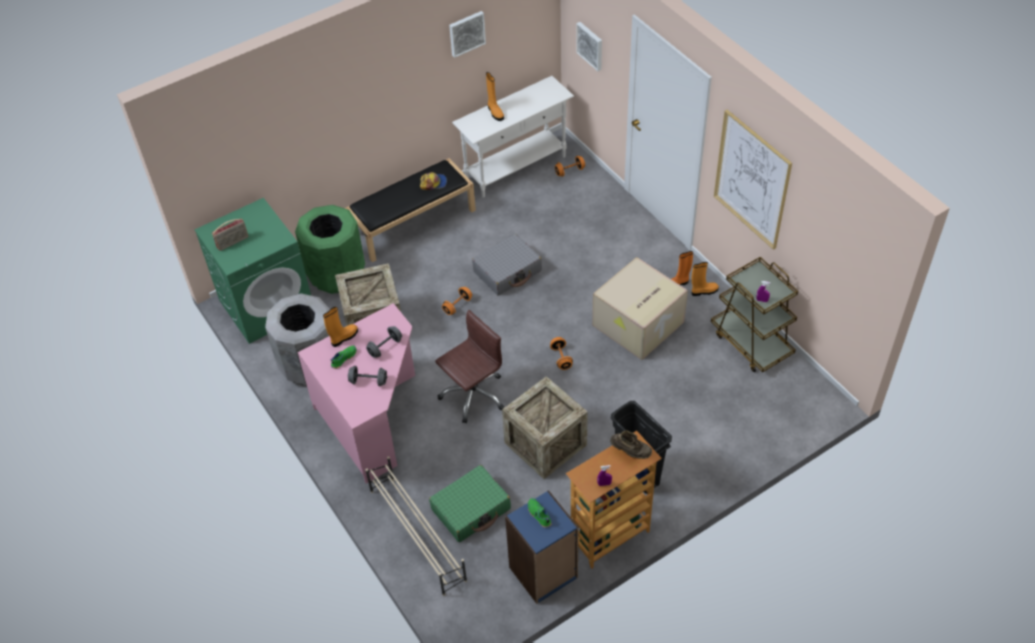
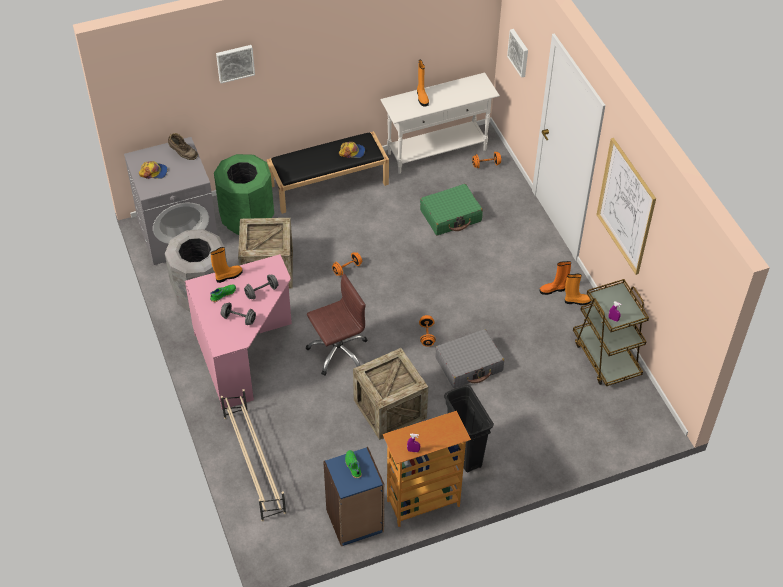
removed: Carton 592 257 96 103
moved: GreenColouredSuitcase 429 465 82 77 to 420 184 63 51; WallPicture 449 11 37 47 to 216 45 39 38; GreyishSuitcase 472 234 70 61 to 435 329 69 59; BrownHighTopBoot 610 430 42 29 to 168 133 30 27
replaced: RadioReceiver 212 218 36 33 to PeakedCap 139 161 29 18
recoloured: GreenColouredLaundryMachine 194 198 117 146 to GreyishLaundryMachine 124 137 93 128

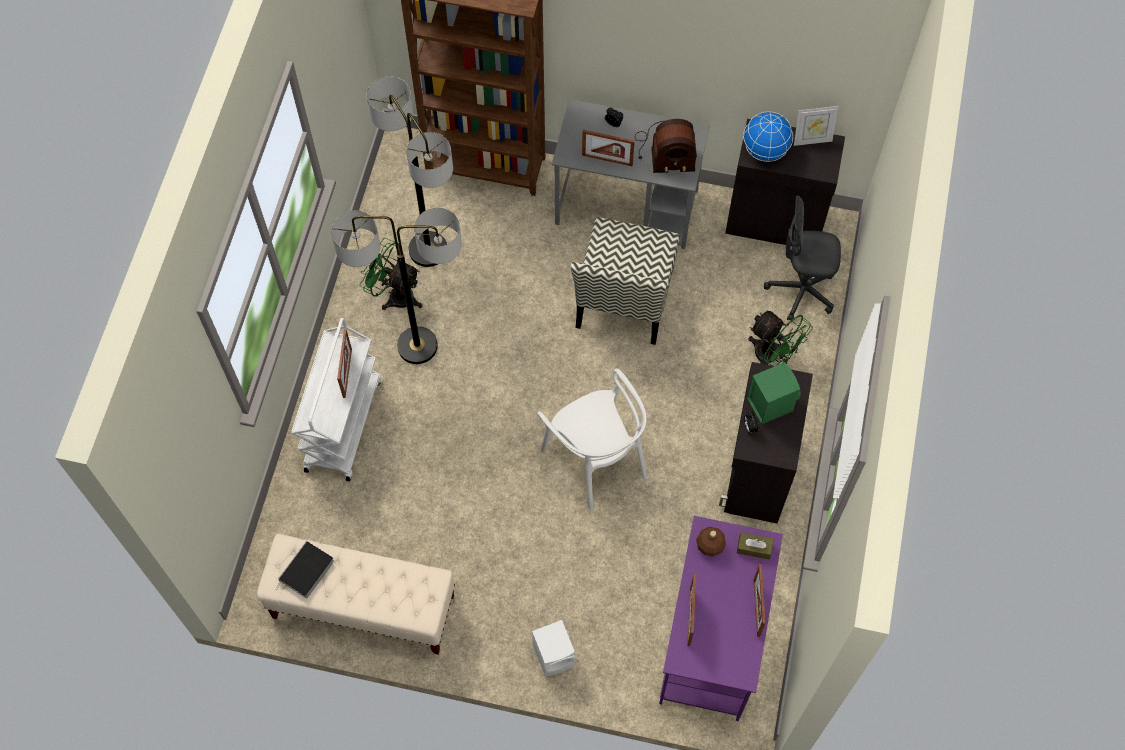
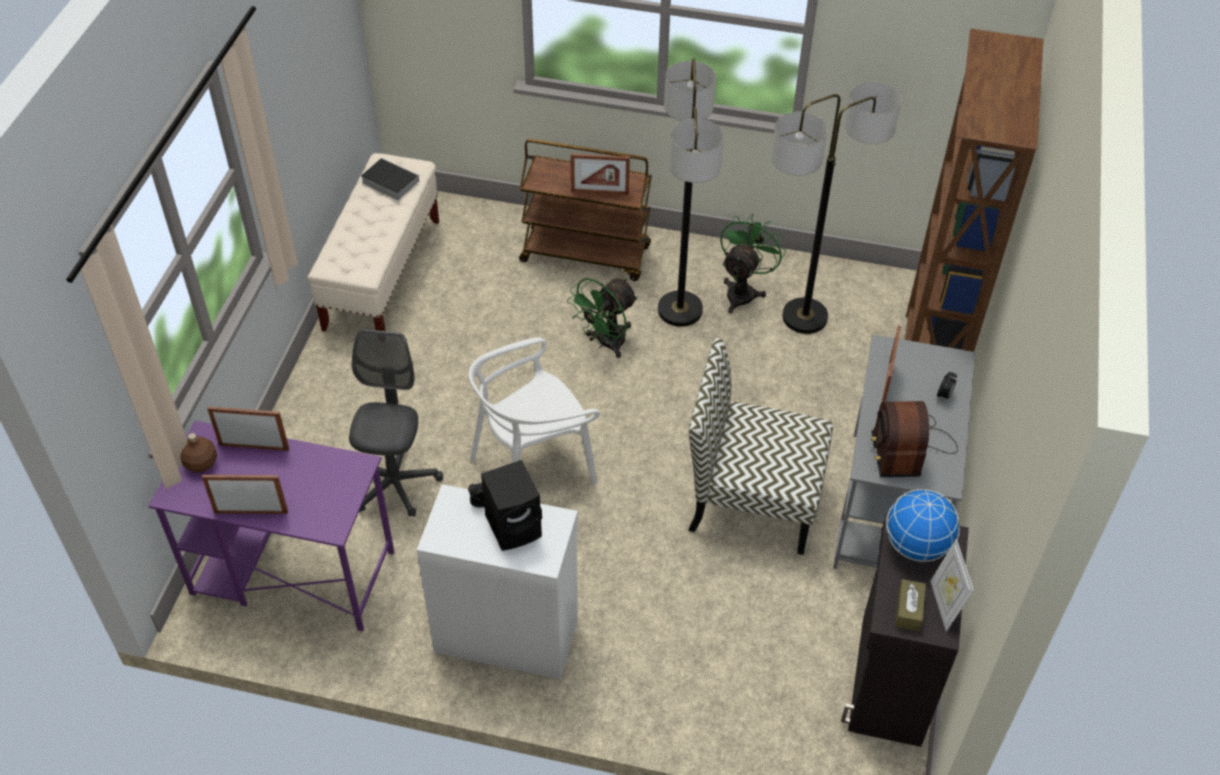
removed: WhitishAudioSpeaker 532 620 44 57
moved: BrownDrinkBottle 696 527 30 30 to 180 433 37 39; BrownBoxOfTissues 737 532 37 27 to 895 579 31 52; GreenColouredCoolingFan 748 310 65 56 to 567 278 71 80; GreyishOfficeChair 764 195 77 125 to 349 329 94 188
recoloured: WhitishTrolley 291 318 90 164 to BrownTrolley 519 139 133 142; BlackishStorageCabinet 719 362 94 161 to WhitishStorageCabinet 417 484 161 195; GreenColouredAudioSpeaker 747 362 54 62 to BlackishAudioSpeaker 481 460 61 91

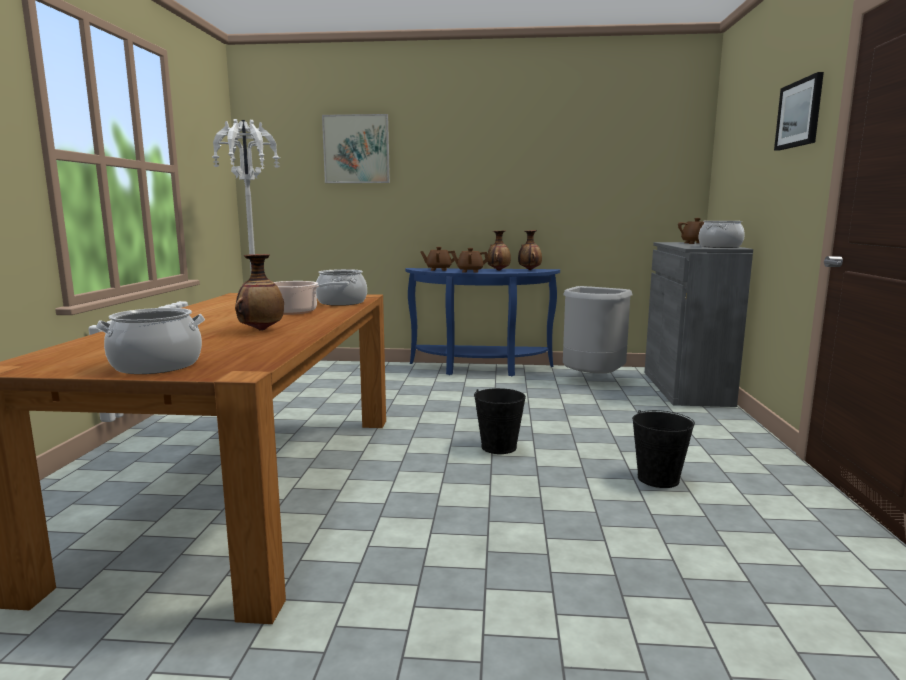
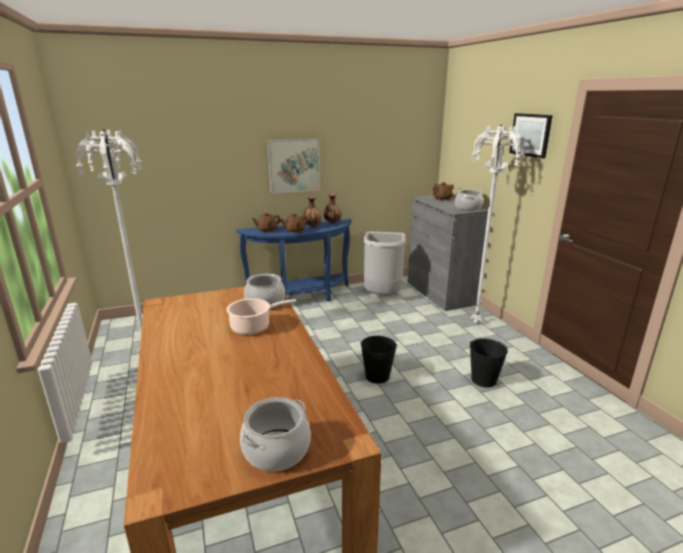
removed: FlowerVase 235 254 49 77
added: WhitishStandingLamp 470 125 55 199
moved: WallPicture 322 114 68 69 to 268 139 52 55

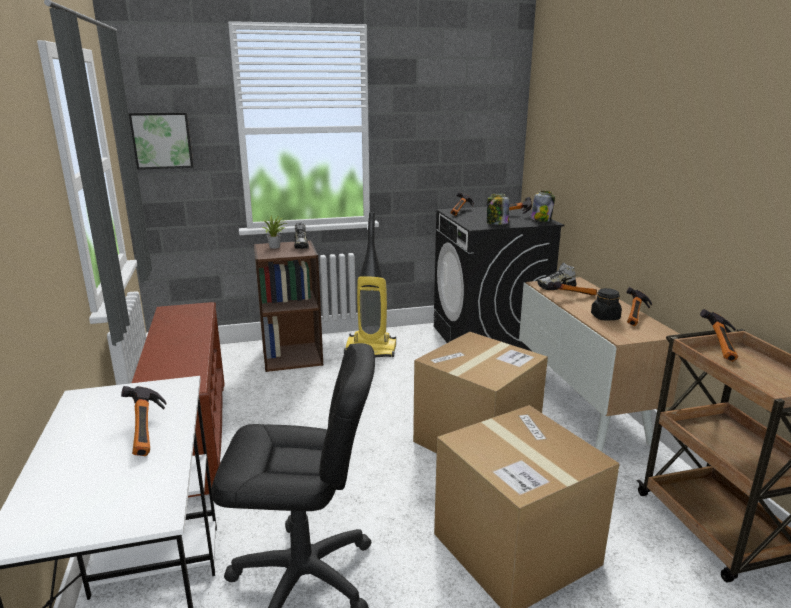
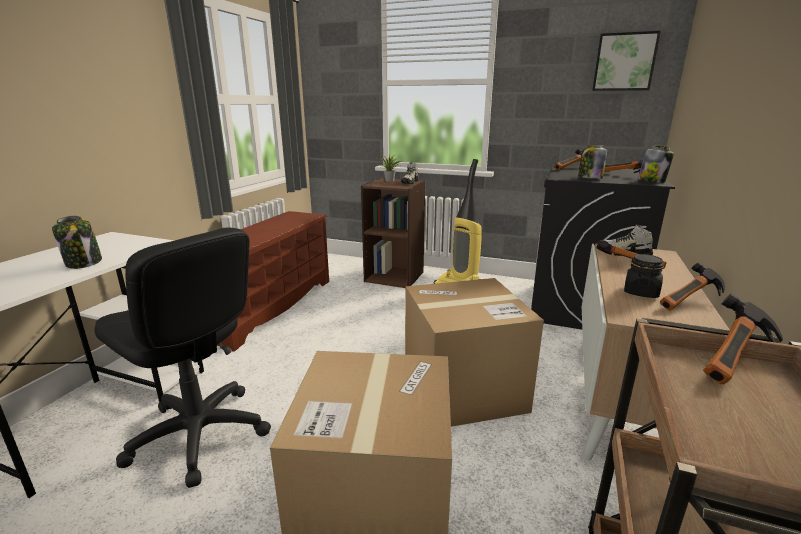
moved: WallPicture 129 112 65 58 to 592 31 69 60
replaced: Hammer 121 386 46 70 to PreserveJar 52 216 50 53

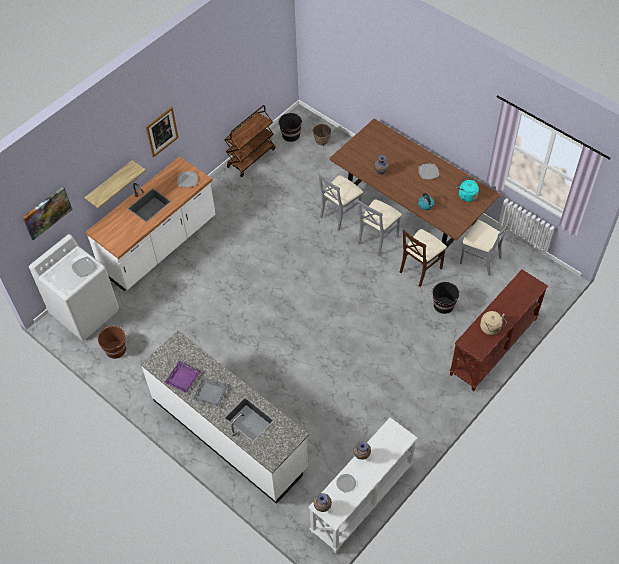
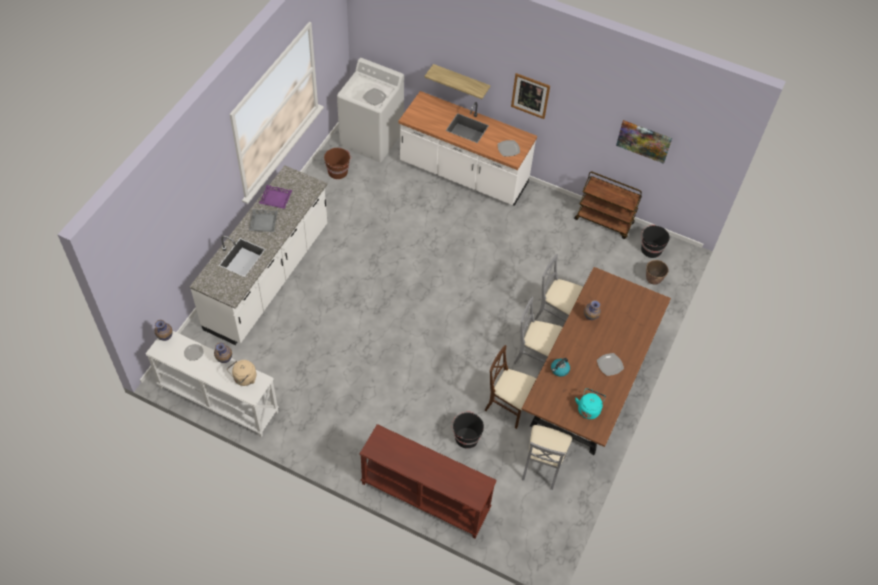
moved: WallPicture 22 186 50 54 to 616 120 56 44; BeigeKettle 480 311 27 24 to 227 360 30 26

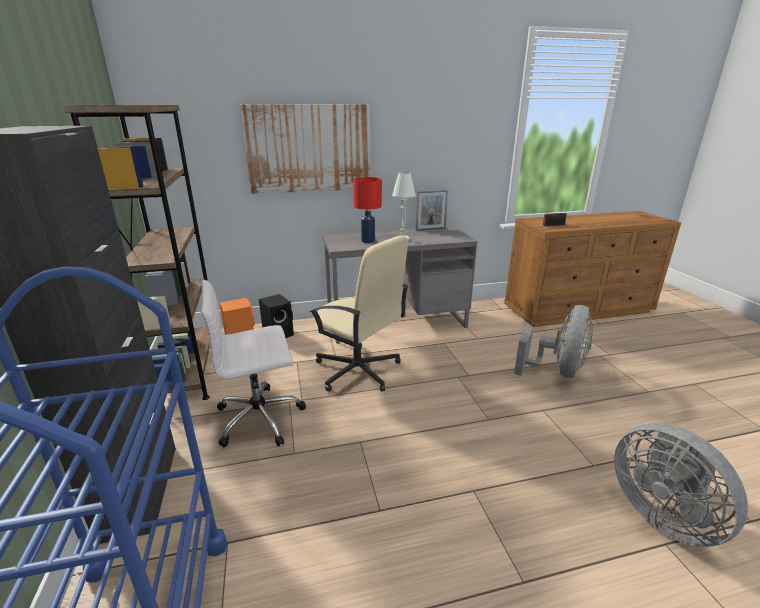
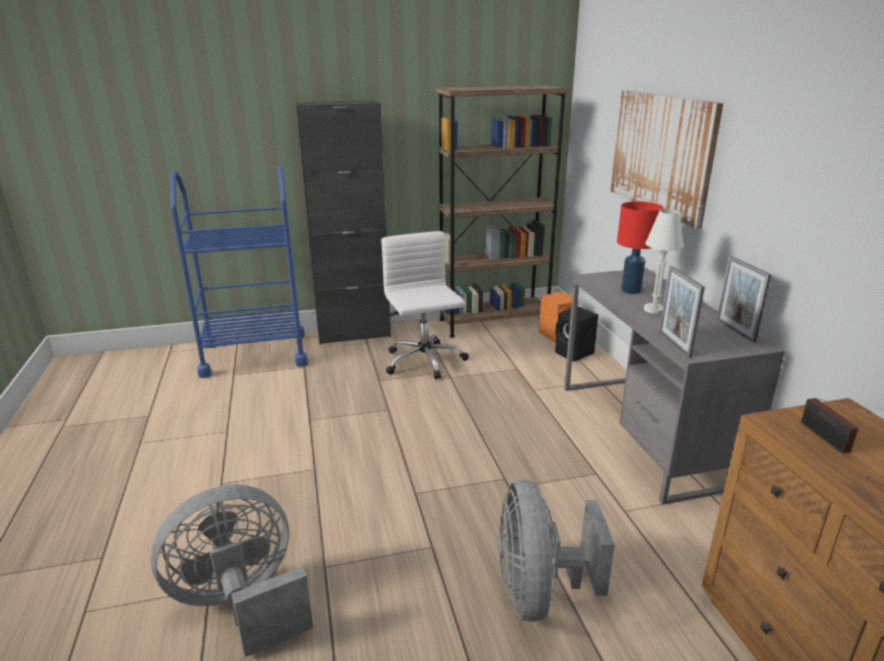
removed: BeigeOfficeChair 309 235 100 157
added: PhotoFrame 659 266 46 91
turned: GreyishCoolingFan 514 305 79 73 = 498 480 117 142 60 degrees clockwise

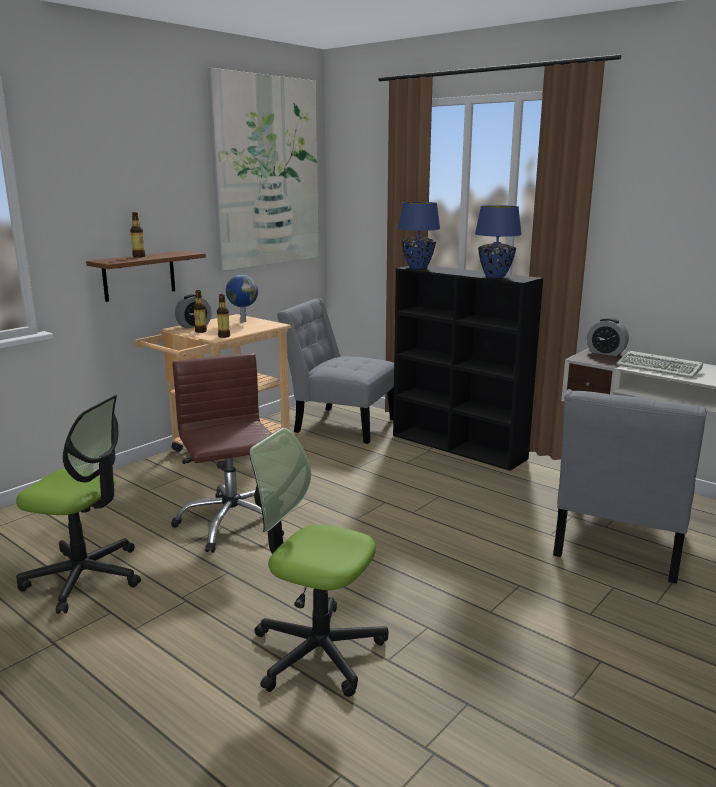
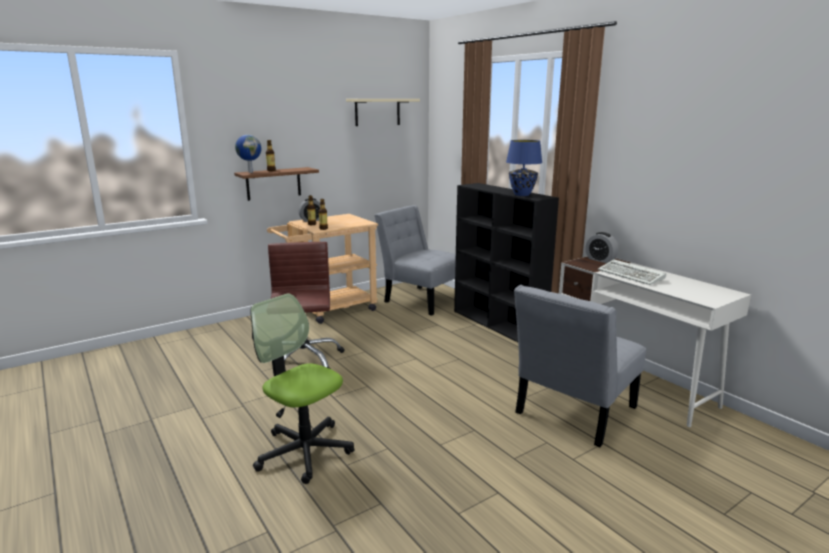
removed: OfficeChair 16 394 125 220; BlueTabletopLamp 398 202 42 67
moved: Globe 226 275 32 47 to 235 135 27 38
replaced: WallPicture 207 68 112 203 to BeigeBracketShelf 346 99 74 27

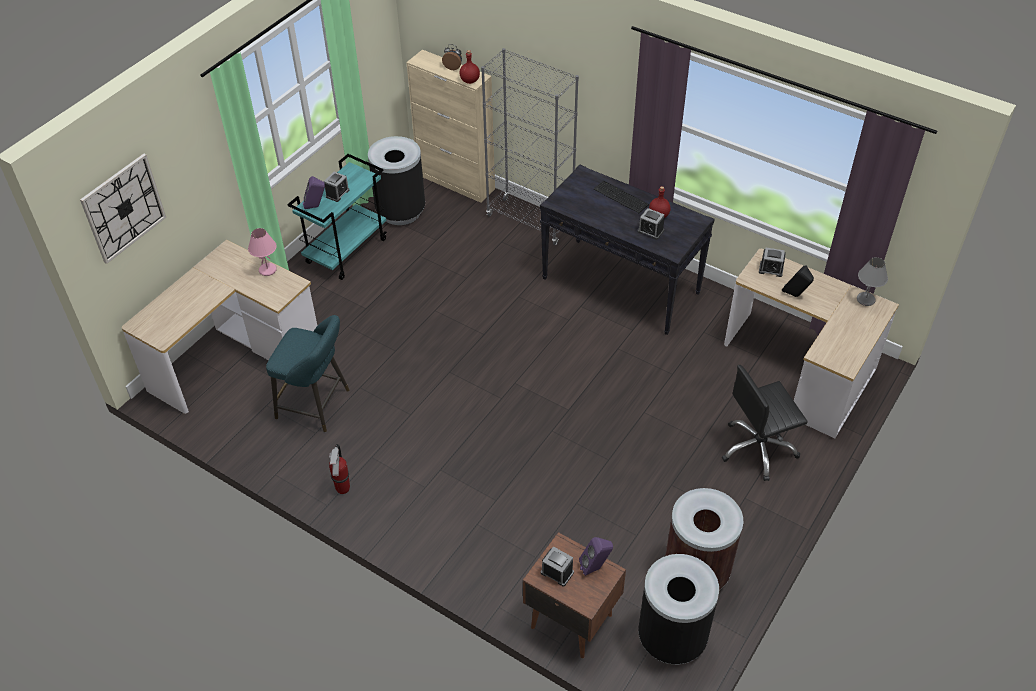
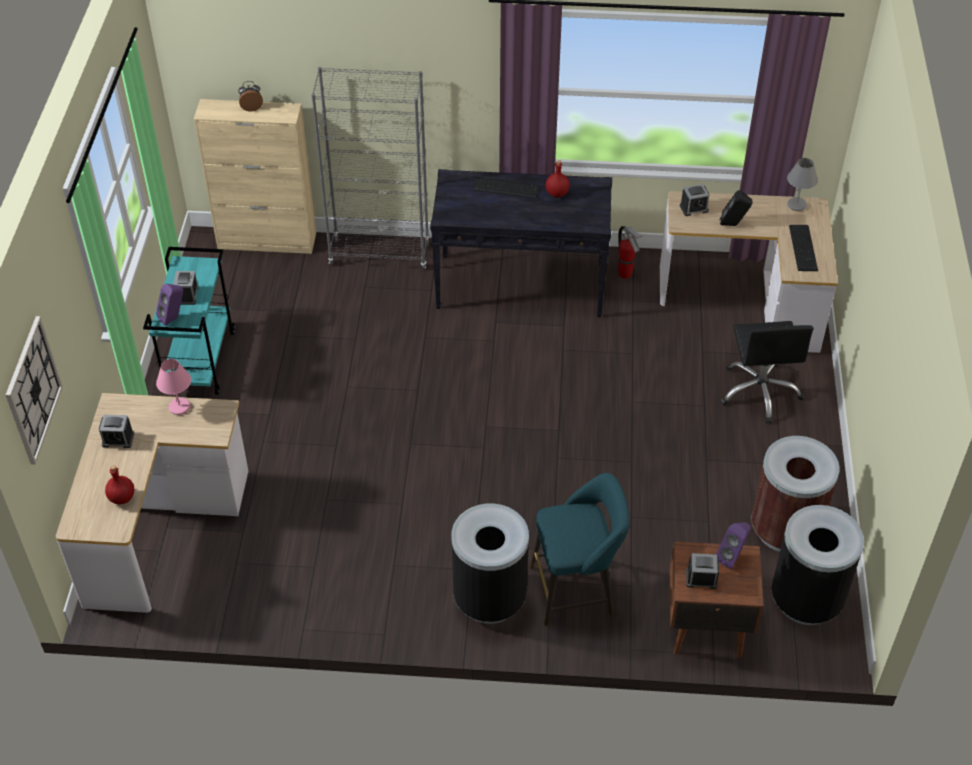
added: PcKeyboard 789 225 29 46
moved: BlueGreenSittingStool 266 315 83 117 to 530 473 100 153; Extinguisher 329 444 21 50 to 618 226 24 53; BlackishRubbishBin 368 136 57 89 to 452 503 77 121; RedColouredDrinkBottle 459 50 21 34 to 105 465 29 39; BedsideClock 637 208 28 32 to 99 415 35 33
turned: BlackishOfficeChair 722 365 86 116 = 721 321 93 103 45 degrees counterclockwise

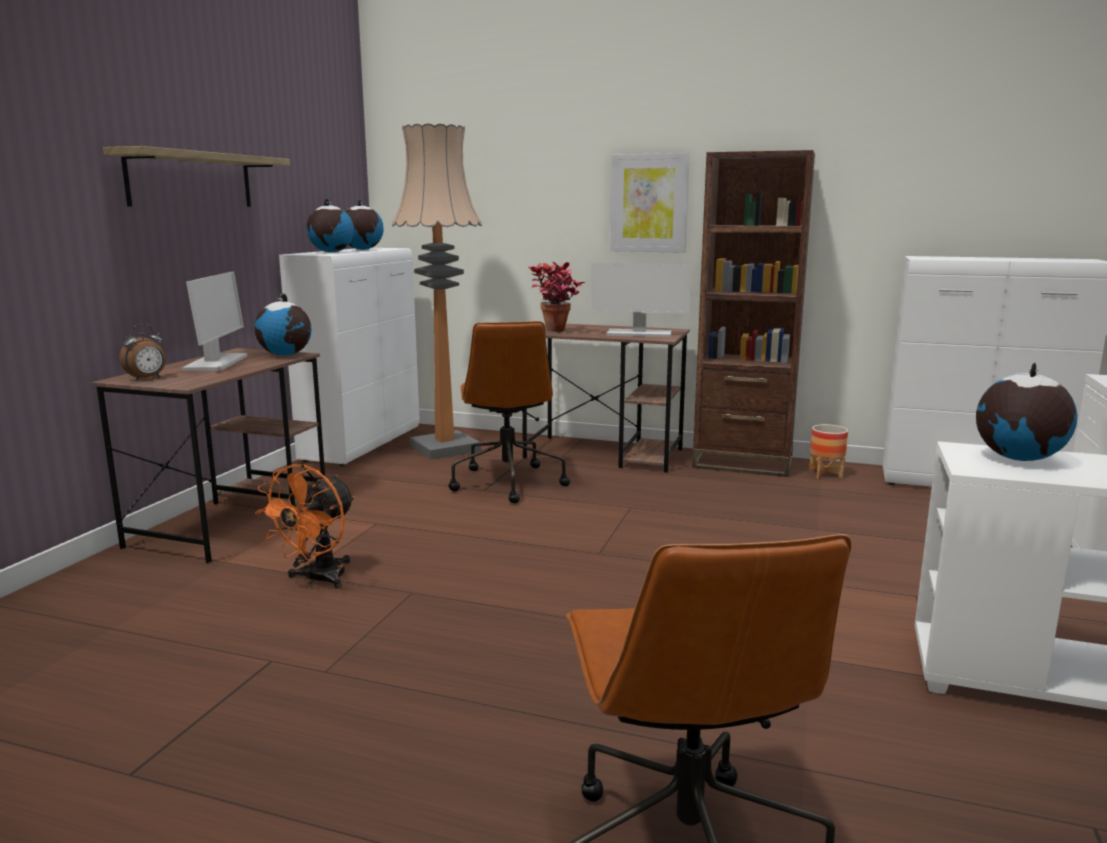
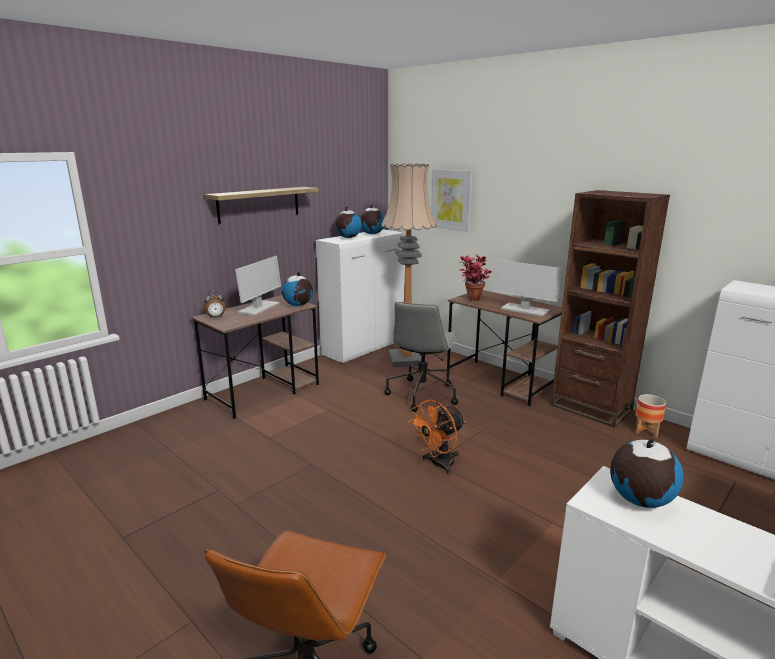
moved: OrangeCoolingFan 255 464 100 125 to 408 400 57 75; WallPicture 610 153 80 100 to 431 169 42 63
recoloured: BrownOfficeChair 448 321 122 182 to GreyishOfficeChair 384 302 74 110

